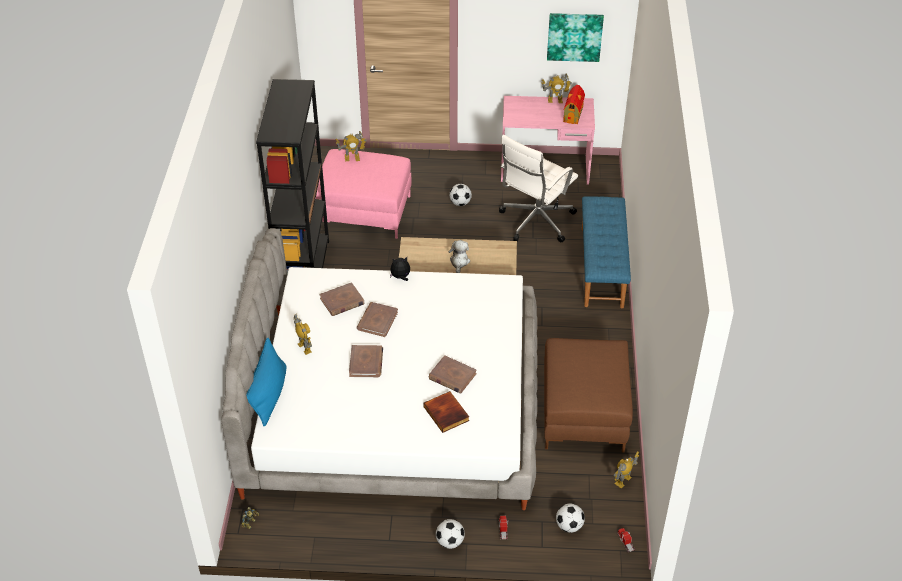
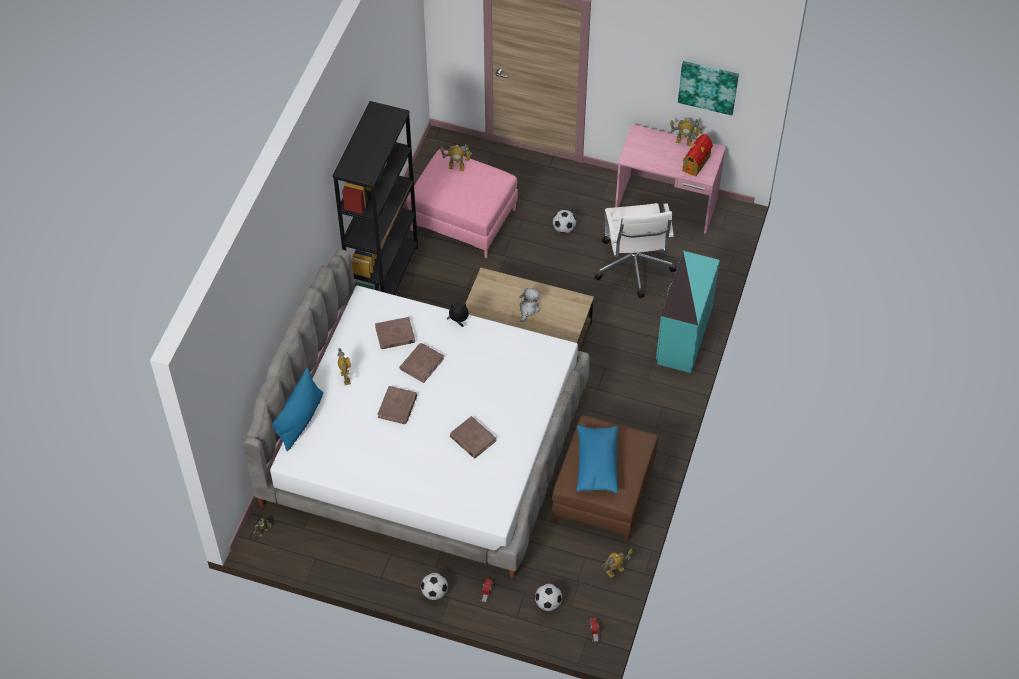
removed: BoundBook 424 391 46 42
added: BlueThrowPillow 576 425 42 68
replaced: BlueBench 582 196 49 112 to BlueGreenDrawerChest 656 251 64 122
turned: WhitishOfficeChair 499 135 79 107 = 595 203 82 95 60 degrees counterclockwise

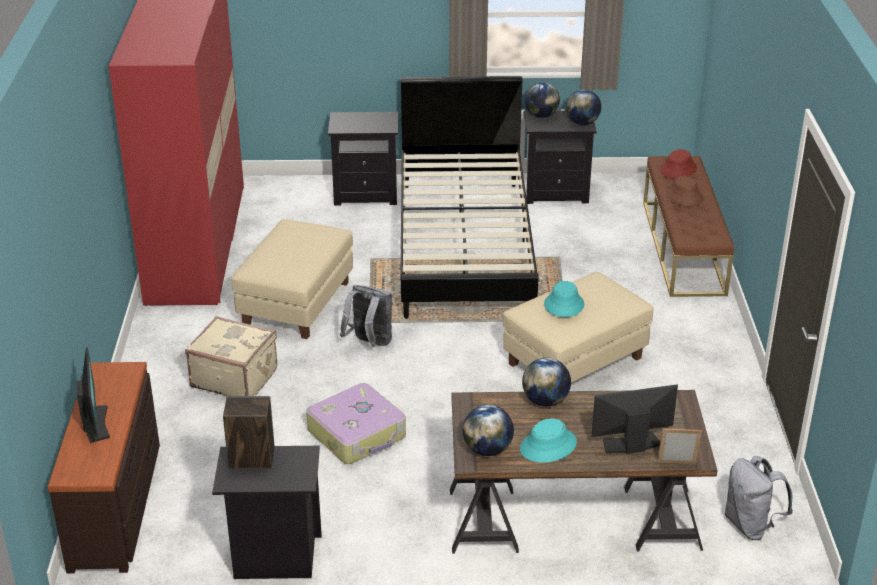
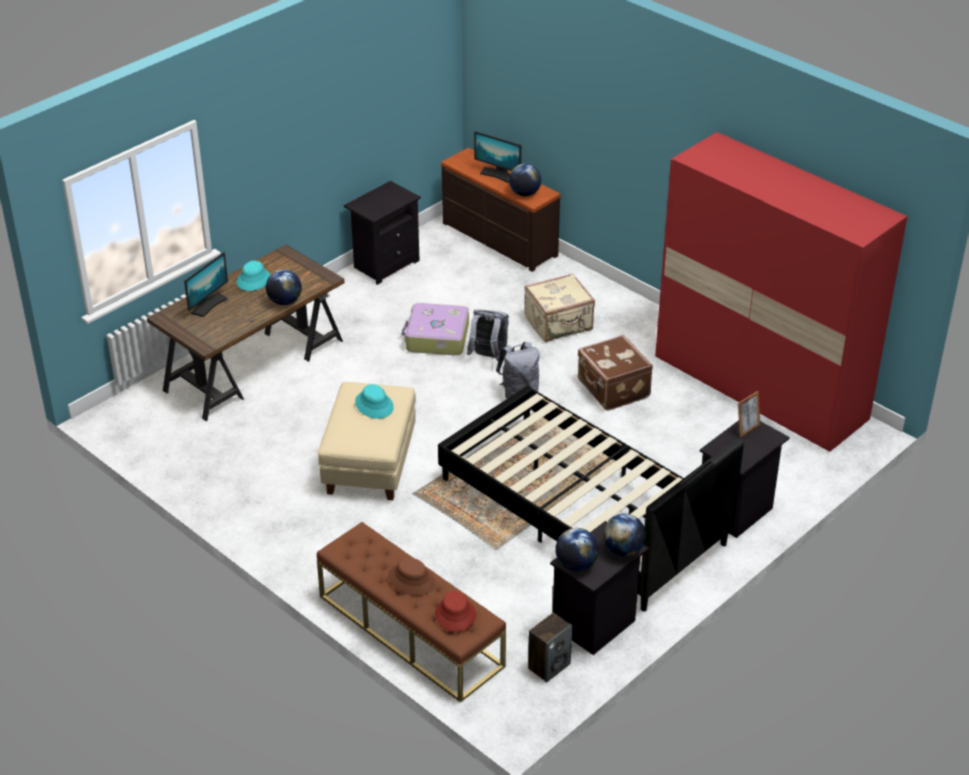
moved: AudioSpeaker 223 396 52 73 to 528 613 44 70; Globe 463 405 51 51 to 509 164 32 32; PhotoFrame 657 428 45 36 to 738 391 22 46; GreyishKnapsack 725 456 68 84 to 467 309 42 52
replaced: BeigeOttoman 232 219 121 120 to BrownSuitcase 578 335 75 76

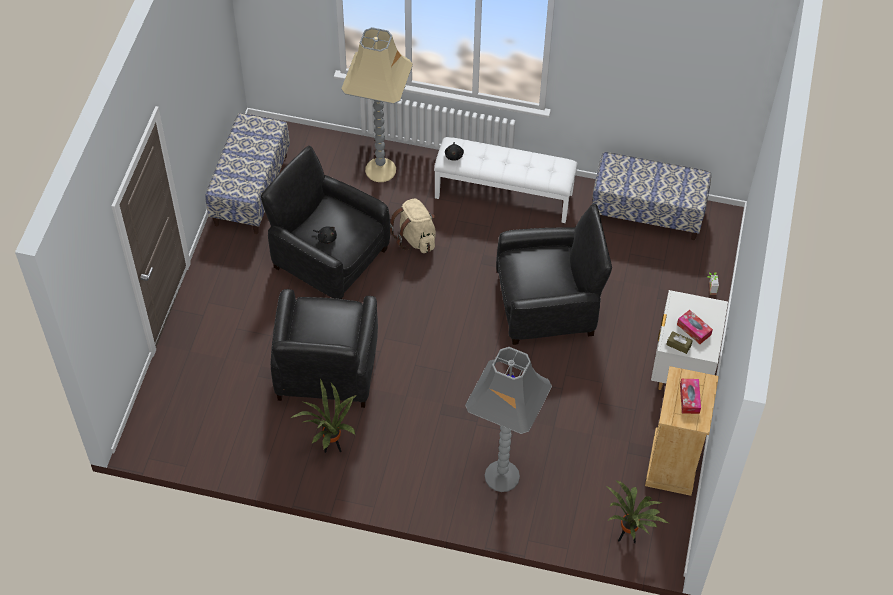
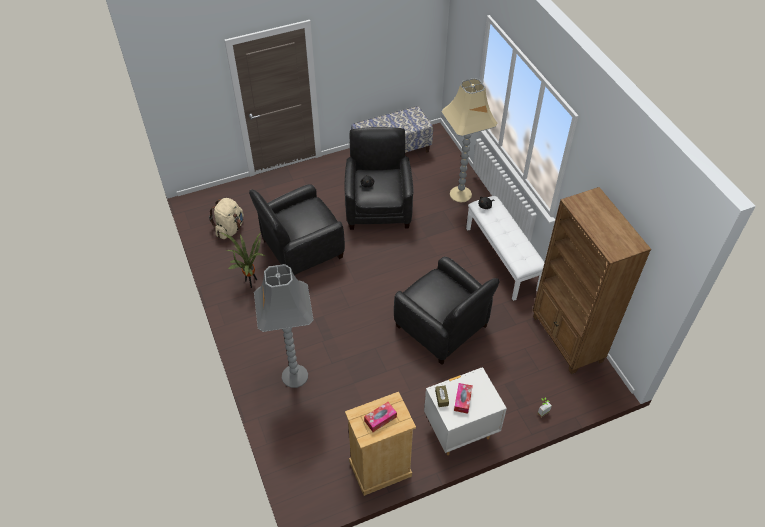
removed: Houseplant 606 480 62 63
moved: BeigeKnapsack 390 198 46 55 to 209 198 35 41
replaced: Bench 592 152 119 88 to BrownShelvingUnit 532 187 119 187

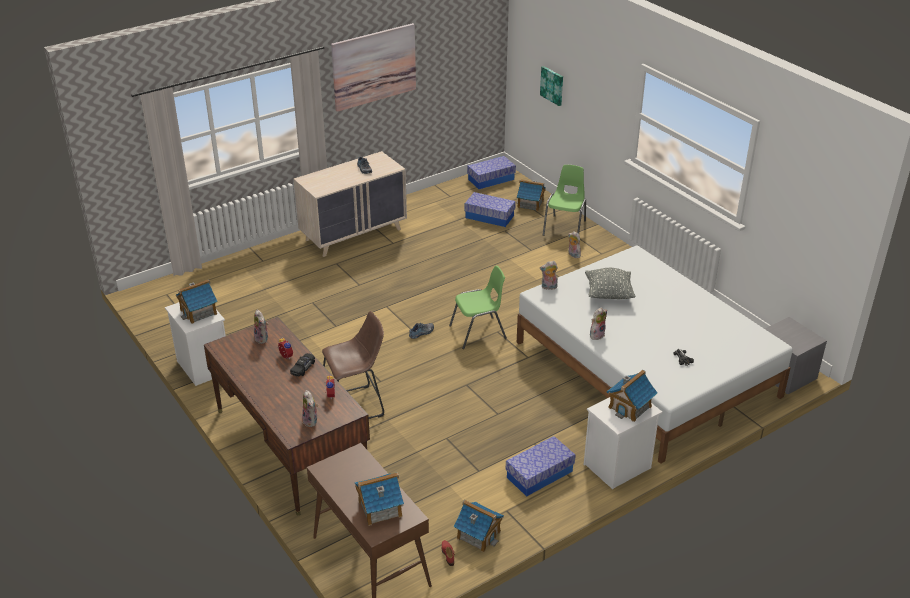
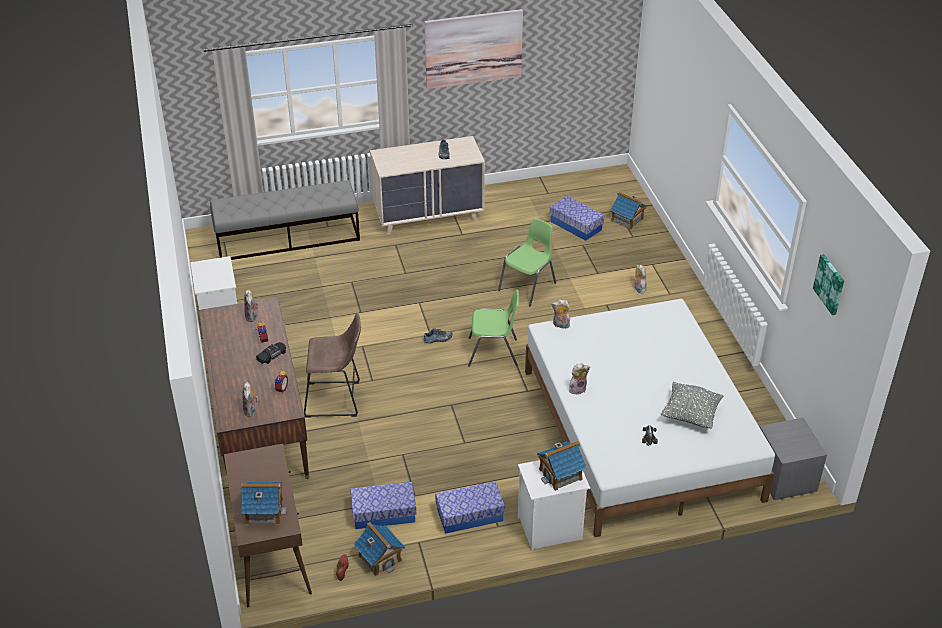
removed: MiniatureHouse 176 279 42 45
added: GreyishBench 210 180 150 80
moved: StorageContainer 467 156 49 33 to 350 482 66 47; WallPicture 540 66 23 40 to 813 254 31 61; GreenColouredPlainChair 543 165 43 71 to 498 218 58 89; GreyishThrowPillow 585 268 50 31 to 661 382 62 47

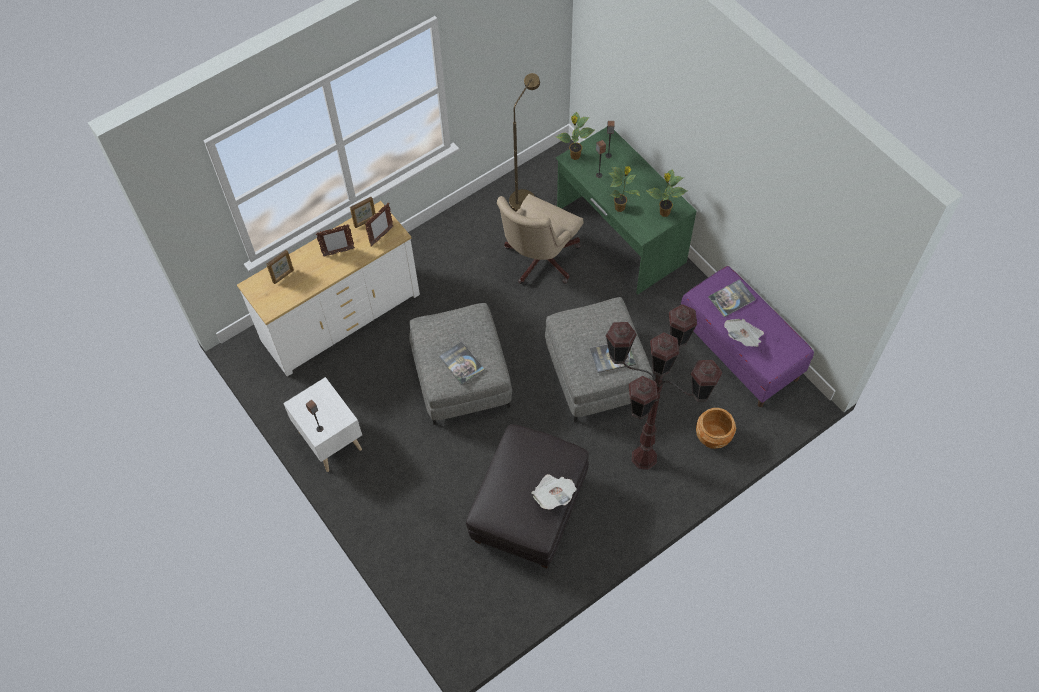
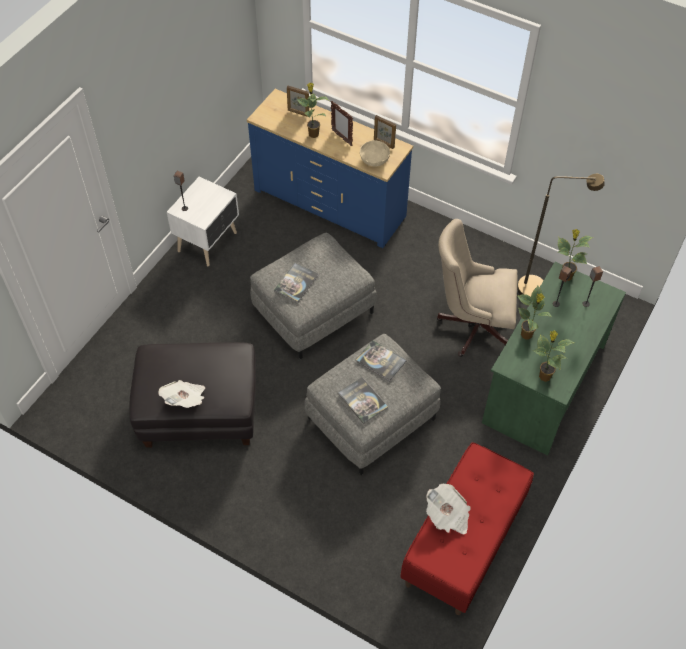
removed: BrownStandingLamp 605 304 117 166; BrownPlantPot 696 408 40 41
added: Houseplant 297 83 32 55
moved: BoundBook 708 279 48 38 to 356 340 51 42
replaced: PhotoFrame 365 203 28 43 to BeigeServingBowl 360 140 30 26
recoloured: WhitishDrawerChest 237 201 183 176 to BlueDrawerChest 247 89 166 159; PurpleBench 681 266 133 141 to RedColouredBench 401 442 133 173

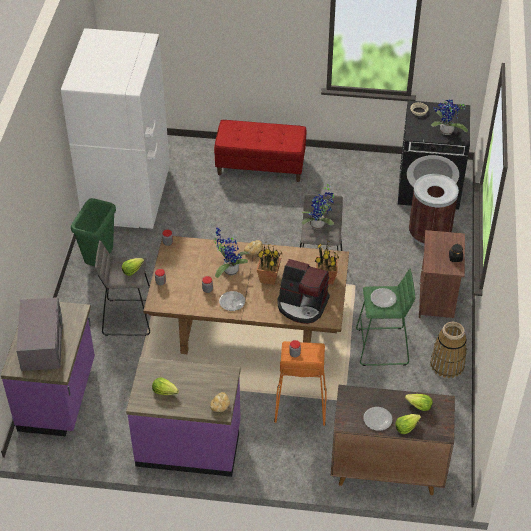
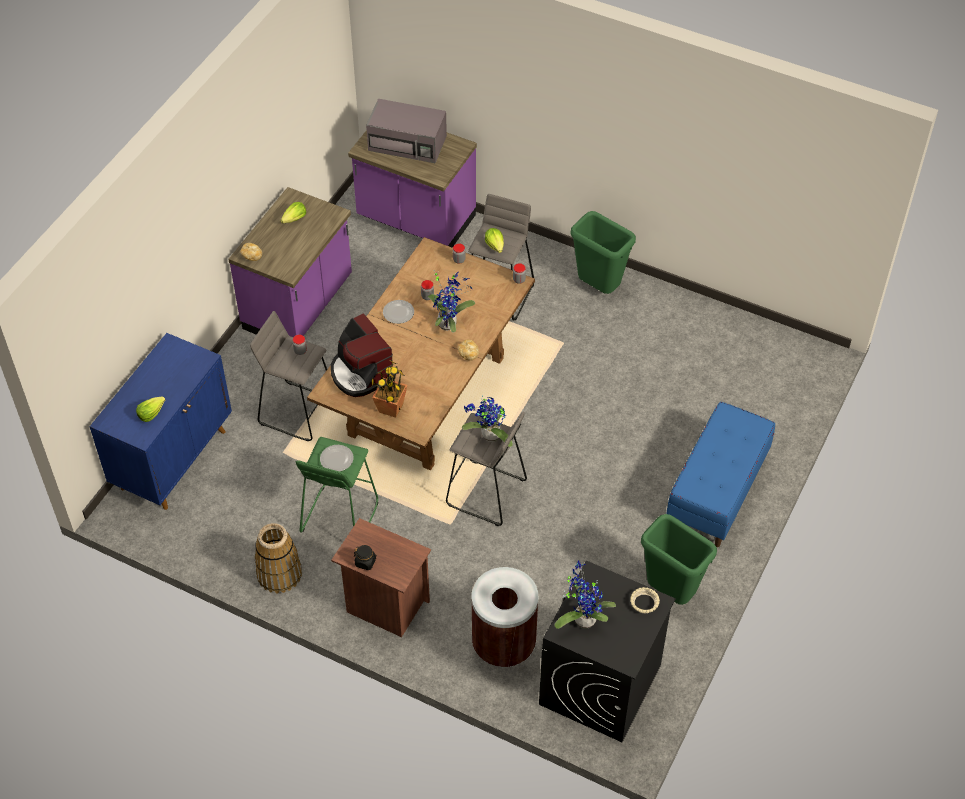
removed: WhitishKitchenFridge 61 28 109 201; Houseplant 257 244 25 41; Plate 363 407 29 24; HeadOfLettuce 395 414 26 20
added: GreenColouredRubbishBin 641 514 76 91
recoloured: RedColouredBench 214 120 93 62 to BlueBench 666 402 109 145; OrangeSittingStool 274 341 53 85 to GreyishSittingStool 250 311 77 130; BrownStorageCabinet 330 385 125 110 to BlueStorageCabinet 90 333 142 177
turned: CoffeeBrewer 278 259 52 65 = 331 313 65 84 75 degrees counterclockwise

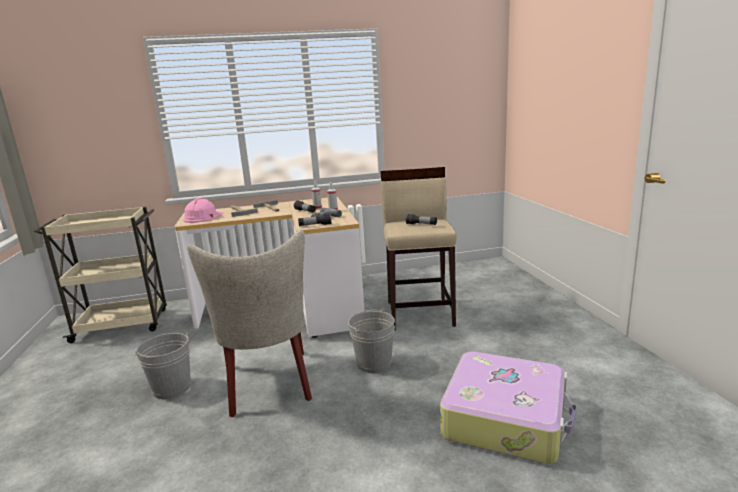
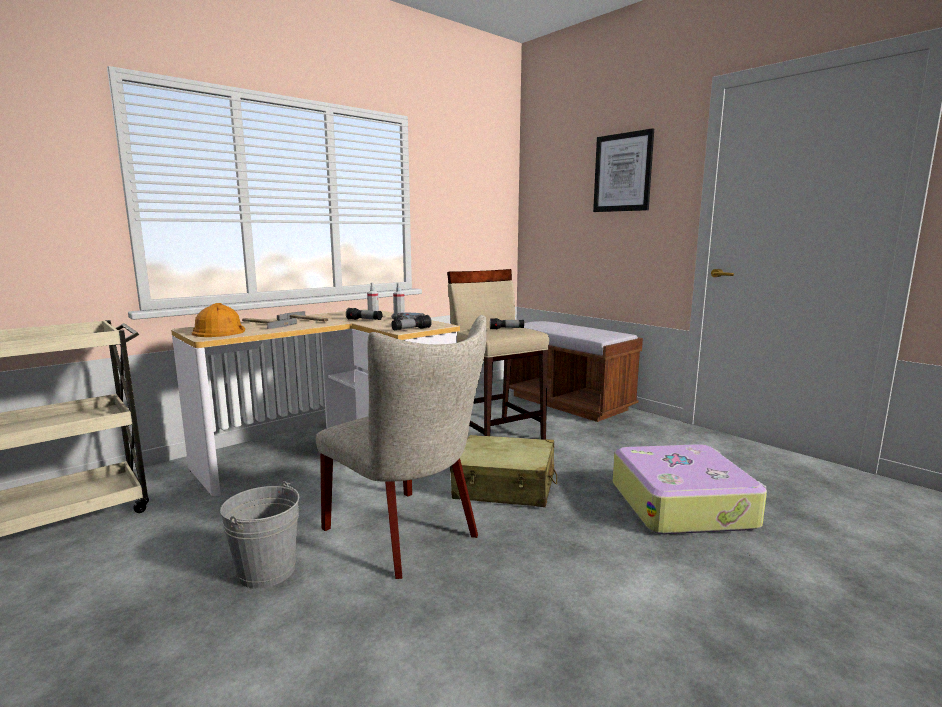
added: BrownBench 509 321 134 101; WallPicture 593 128 61 84
replaced: GreyishBucket 348 308 47 65 to BeigeSuitcase 450 435 107 72
recoloured: PinkSafetyHelmet 183 198 40 25 to OrangeSafetyHelmet 192 303 53 34

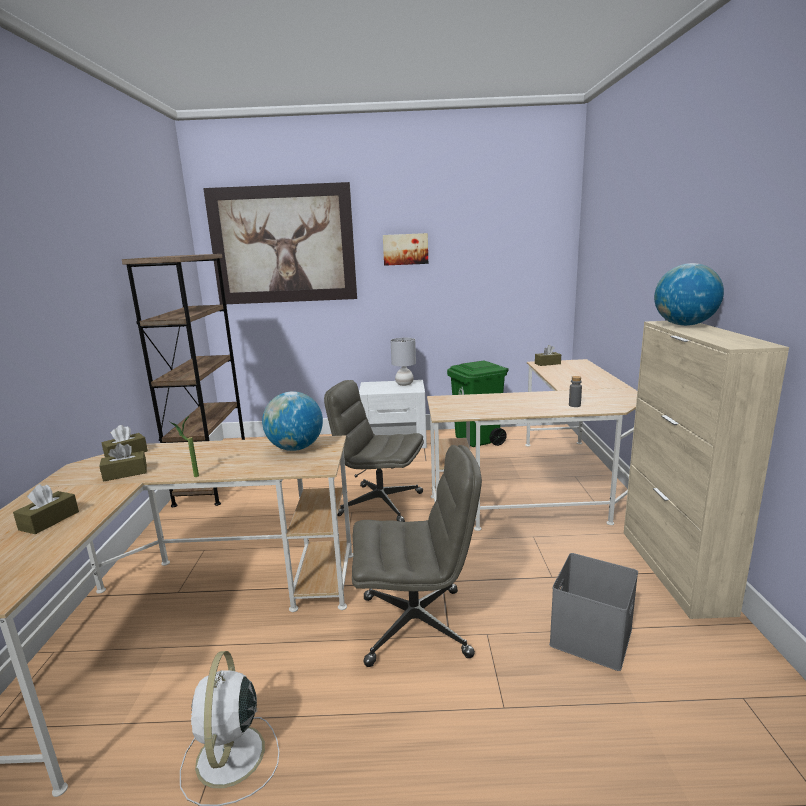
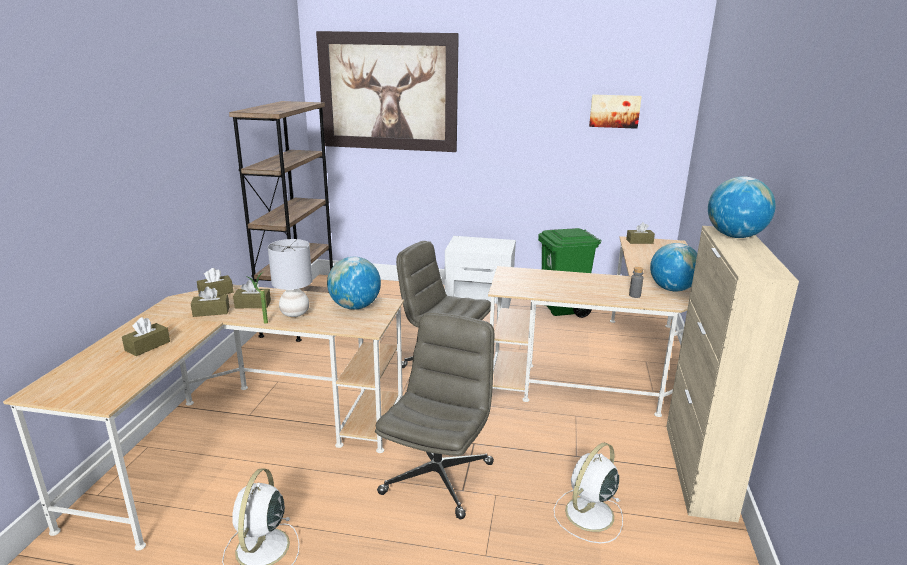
added: BrownBoxOfTissues 233 280 38 28; Globe 650 243 47 48
moved: WallPicture 383 233 45 33 to 589 94 53 35; GreyishTabletopLamp 390 338 26 48 to 268 239 44 78
replaced: GreyishStorageContainer 549 553 89 118 to WhitishCoolingFan 554 442 69 101
turned: GreyishOfficeChair 352 445 130 222 = 375 312 119 207 75 degrees counterclockwise

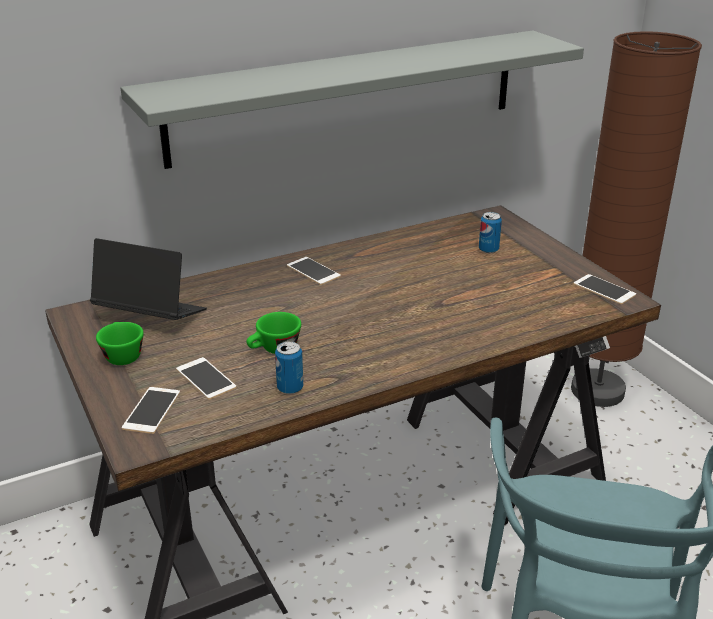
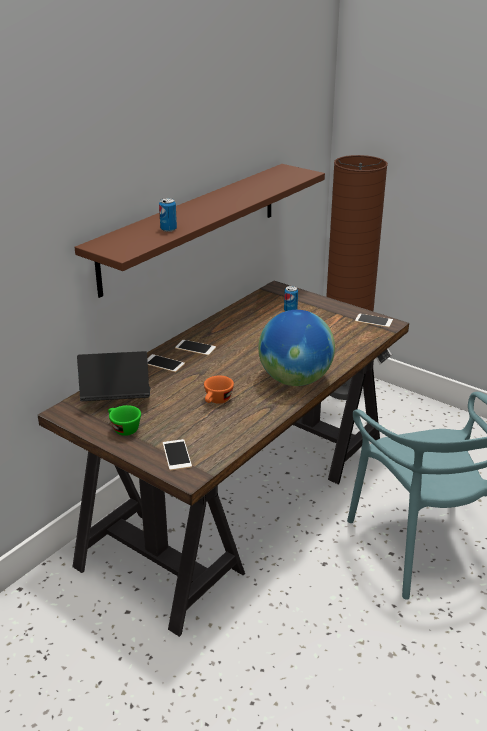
added: Globe 258 310 77 76
moved: Telephone 176 357 61 43 to 147 354 38 18; SealedCan 275 341 28 53 to 159 198 18 34
recoloured: GreyishBracketShelf 121 31 463 138 to BrownBracketShelf 75 164 250 134; GreenColouredCup 246 312 55 42 to OrangeCup 204 375 30 29

